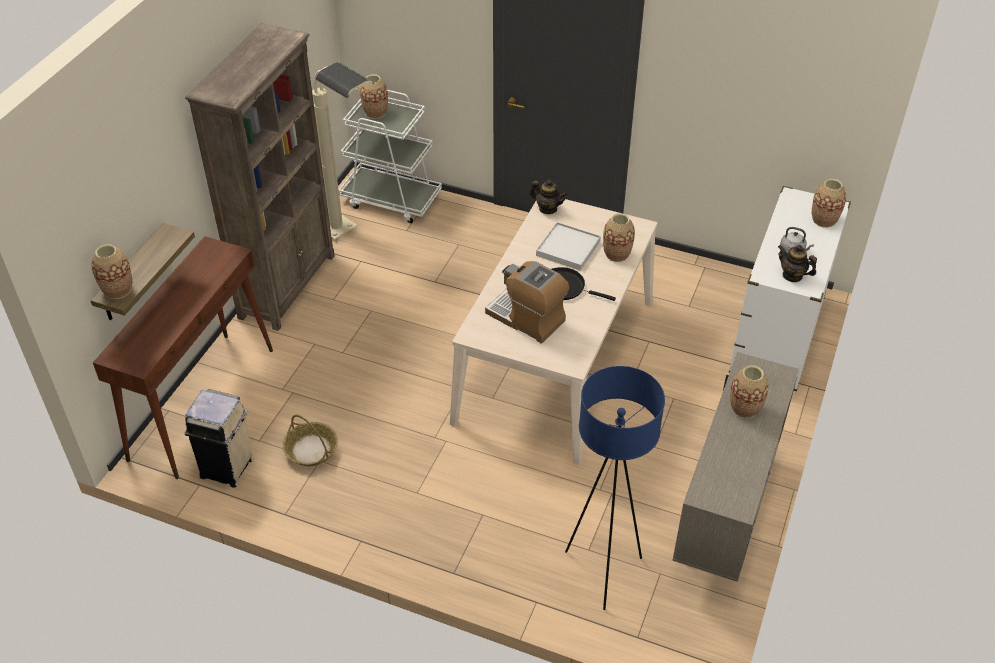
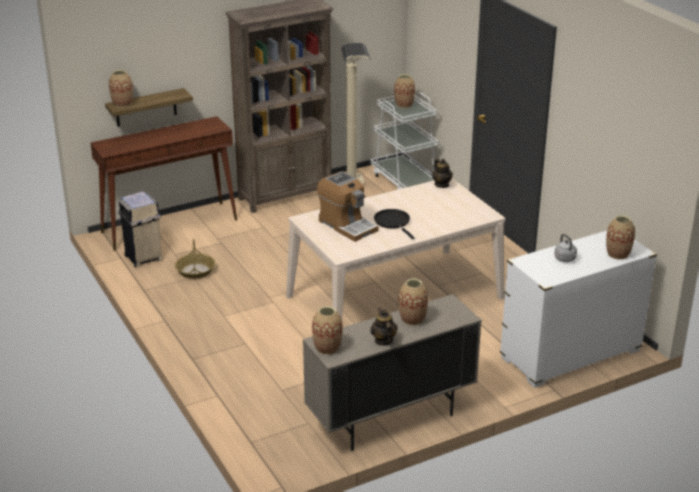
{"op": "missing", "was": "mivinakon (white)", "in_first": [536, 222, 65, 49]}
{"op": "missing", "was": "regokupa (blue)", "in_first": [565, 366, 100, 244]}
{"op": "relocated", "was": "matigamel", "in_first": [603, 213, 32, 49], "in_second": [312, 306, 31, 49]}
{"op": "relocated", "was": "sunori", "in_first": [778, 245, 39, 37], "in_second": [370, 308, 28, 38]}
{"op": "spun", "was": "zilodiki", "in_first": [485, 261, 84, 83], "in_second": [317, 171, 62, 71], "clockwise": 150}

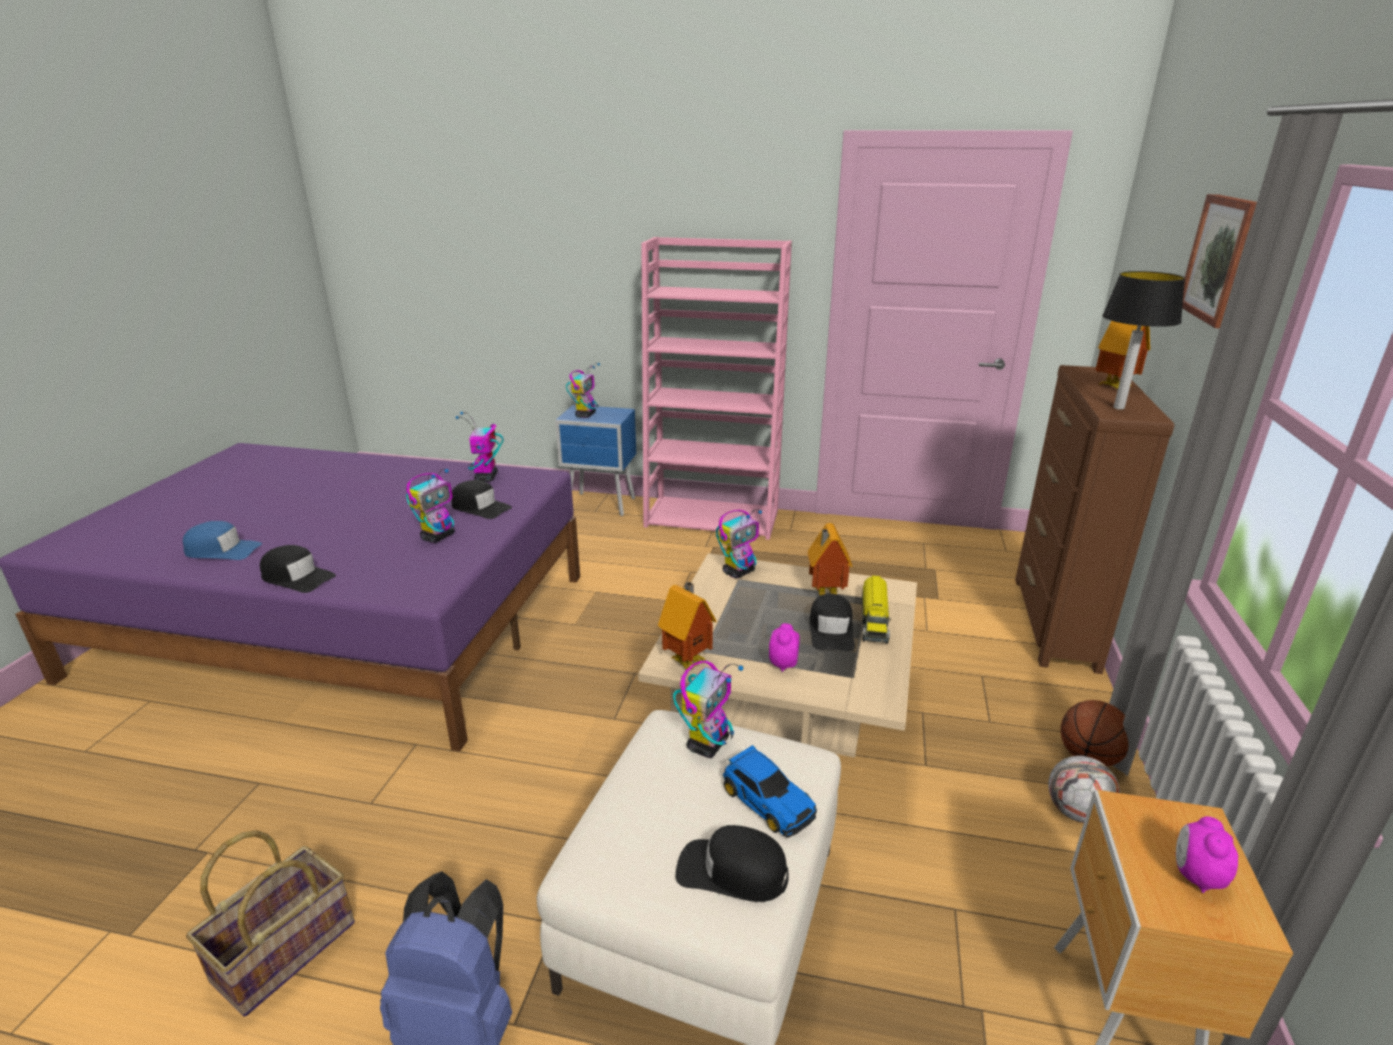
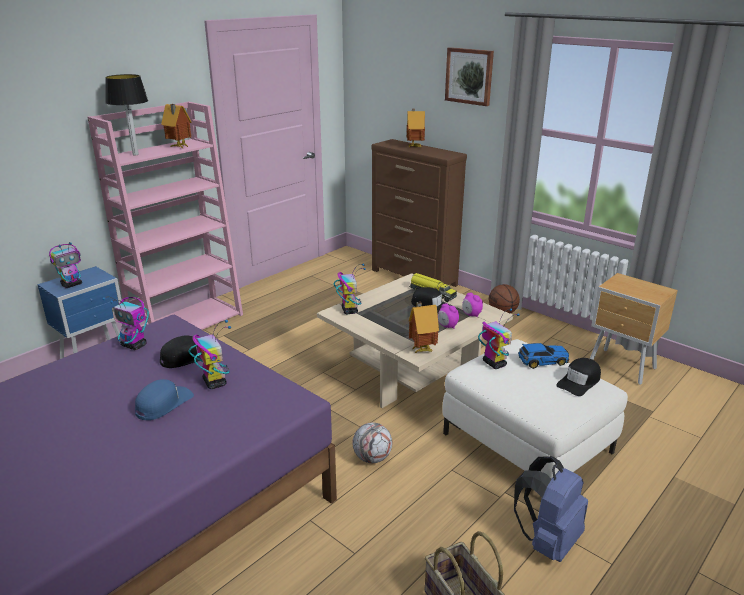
{"op": "missing", "was": "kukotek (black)", "in_first": [260, 545, 76, 48]}
{"op": "relocated", "was": "kukotek (blue)", "in_first": [183, 521, 79, 39], "in_second": [135, 379, 59, 41]}
{"op": "relocated", "was": "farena", "in_first": [808, 523, 45, 72], "in_second": [161, 104, 31, 44]}
{"op": "relocated", "was": "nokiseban", "in_first": [1048, 756, 72, 67], "in_second": [352, 422, 40, 41]}
{"op": "relocated", "was": "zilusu", "in_first": [1102, 271, 83, 139], "in_second": [105, 74, 43, 82]}
{"op": "relocated", "was": "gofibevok", "in_first": [1176, 816, 62, 77], "in_second": [462, 293, 21, 24]}
{"op": "spun", "was": "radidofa", "in_first": [566, 363, 34, 55], "in_second": [49, 243, 33, 45], "clockwise": 90}

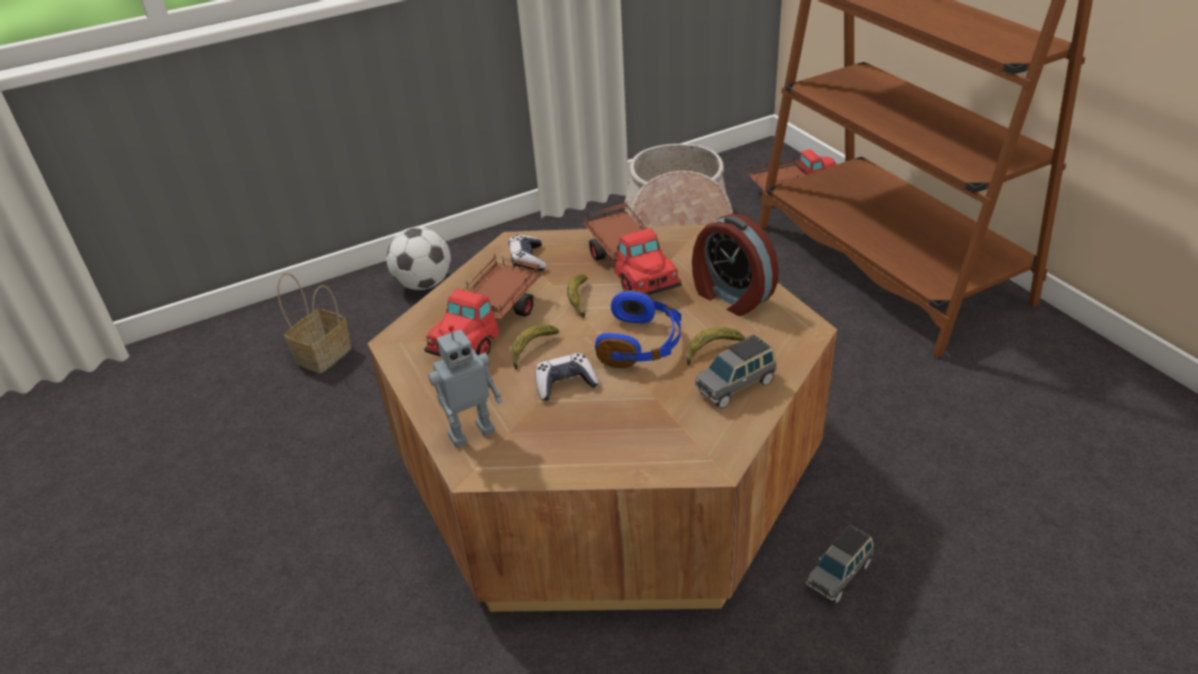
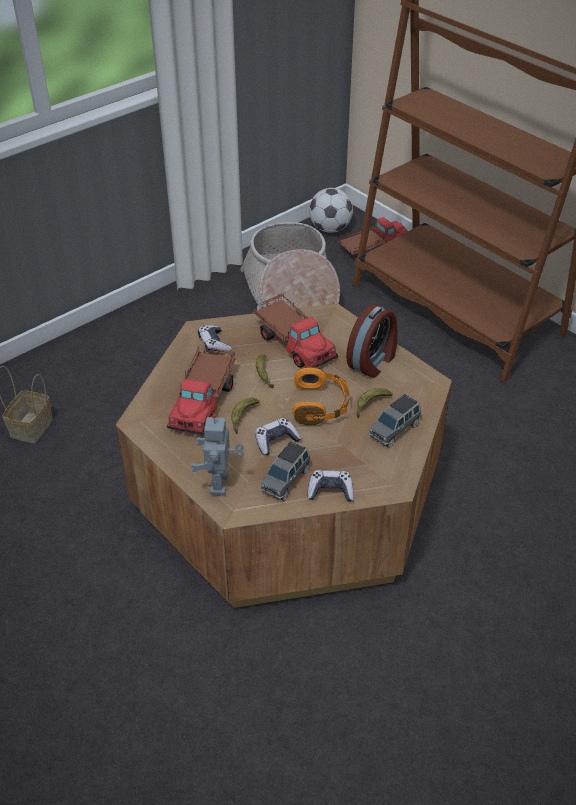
{"op": "appeared", "now": "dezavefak", "in_second": [308, 470, 46, 32]}
{"op": "relocated", "was": "nokiseban", "in_first": [386, 227, 65, 63], "in_second": [309, 188, 44, 45]}
{"op": "relocated", "was": "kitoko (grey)", "in_first": [806, 525, 68, 78], "in_second": [260, 441, 50, 60]}
{"op": "colour", "was": "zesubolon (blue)", "now": "zesubolon (orange)", "in_first": [595, 290, 86, 78], "in_second": [292, 366, 58, 59]}
{"op": "spun", "was": "radidofa", "in_first": [428, 325, 75, 123], "in_second": [191, 414, 53, 82], "clockwise": 135}
{"op": "spun", "was": "gofibevok", "in_first": [692, 214, 87, 102], "in_second": [346, 304, 52, 74], "clockwise": -90}

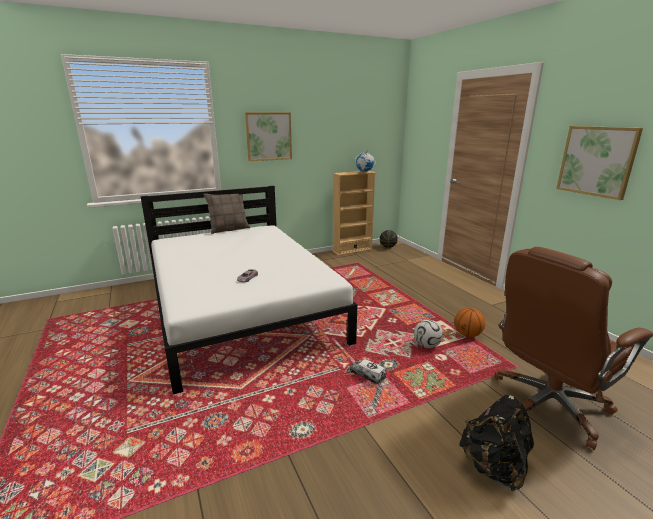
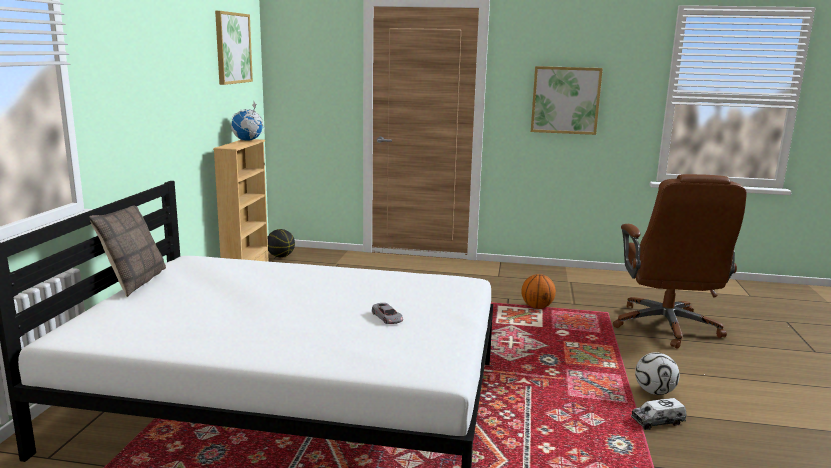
{"op": "missing", "was": "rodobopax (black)", "in_first": [459, 395, 75, 96]}
{"op": "relocated", "was": "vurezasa", "in_first": [245, 112, 47, 49], "in_second": [215, 11, 38, 74]}
{"op": "relocated", "was": "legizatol", "in_first": [350, 359, 36, 26], "in_second": [631, 398, 55, 32]}
{"op": "relocated", "was": "nokiseban", "in_first": [414, 319, 29, 29], "in_second": [635, 352, 45, 43]}

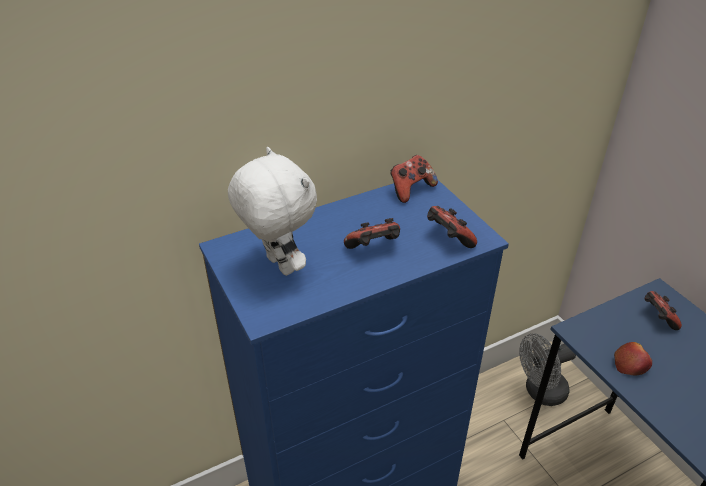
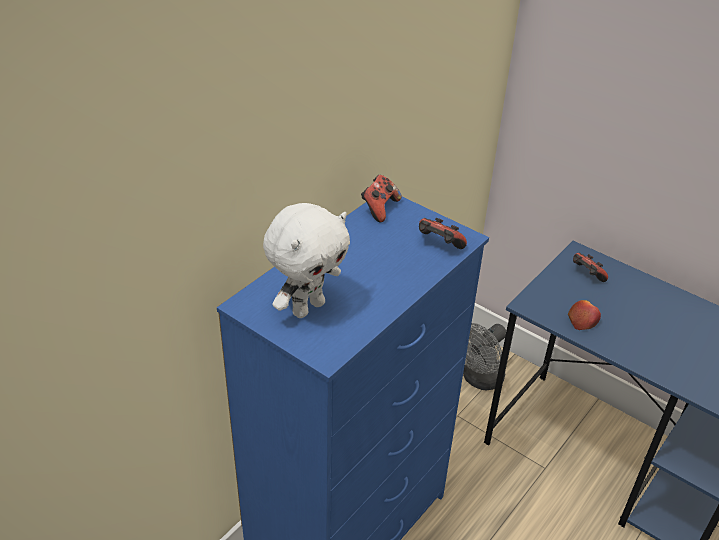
{"op": "missing", "was": "dezavefak", "in_first": [344, 218, 56, 31]}
{"op": "spun", "was": "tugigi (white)", "in_first": [228, 147, 89, 129], "in_second": [263, 203, 87, 115], "clockwise": 105}

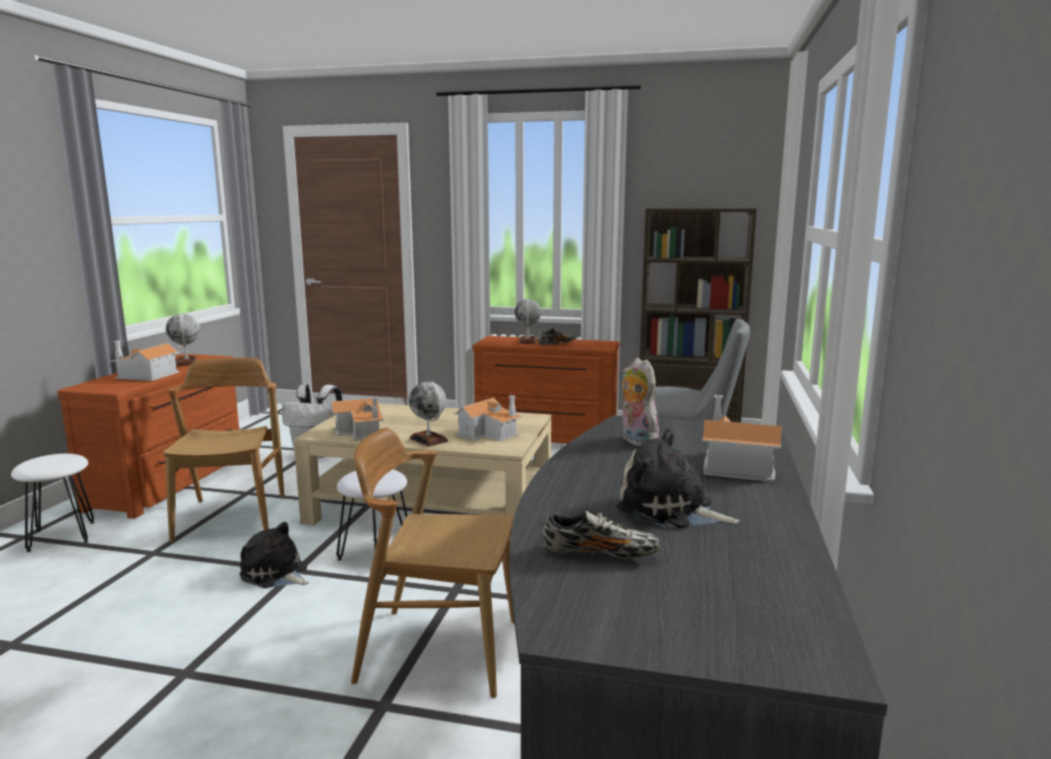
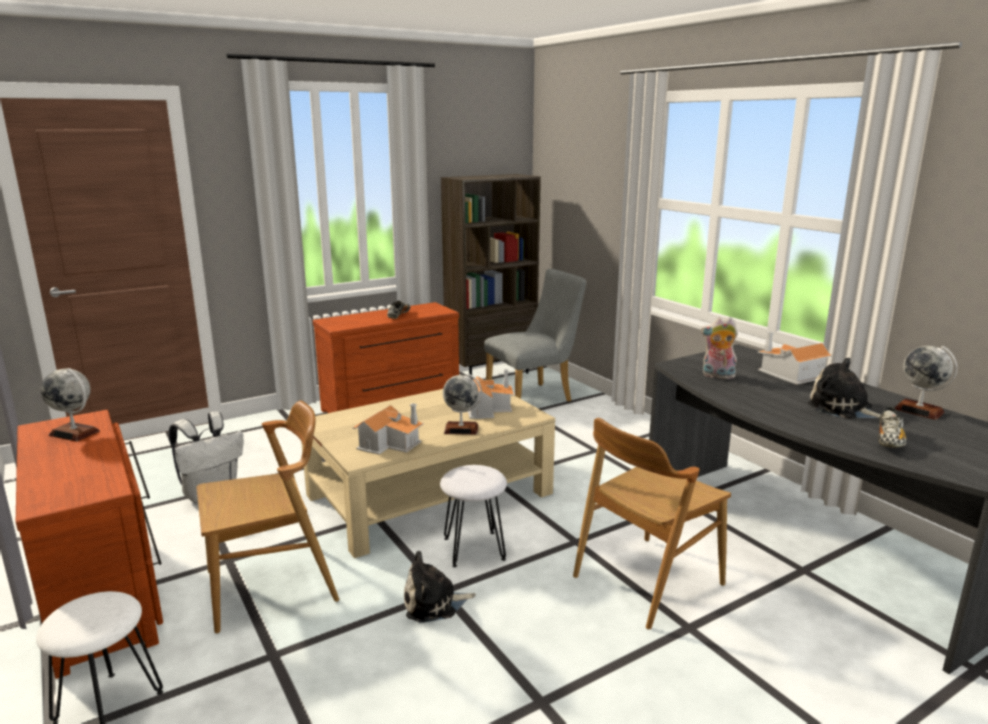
{"op": "missing", "was": "farena", "in_first": [110, 340, 70, 41]}
{"op": "relocated", "was": "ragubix", "in_first": [515, 298, 26, 46], "in_second": [894, 346, 63, 74]}
{"op": "spun", "was": "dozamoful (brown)", "in_first": [163, 358, 121, 184], "in_second": [196, 401, 143, 233], "clockwise": 120}
{"op": "spun", "was": "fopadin", "in_first": [543, 511, 118, 47], "in_second": [878, 406, 29, 42], "clockwise": 150}
{"op": "spun", "was": "tugigi", "in_first": [616, 429, 124, 100], "in_second": [807, 358, 74, 61], "clockwise": 60}

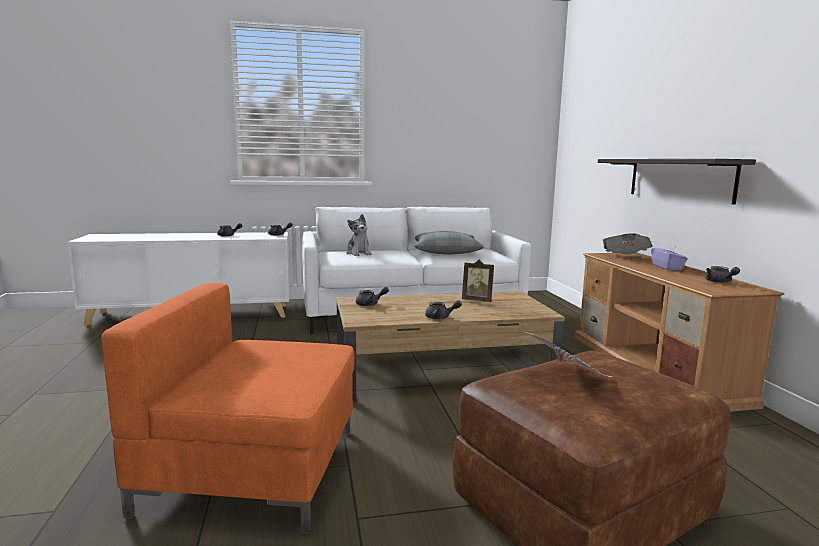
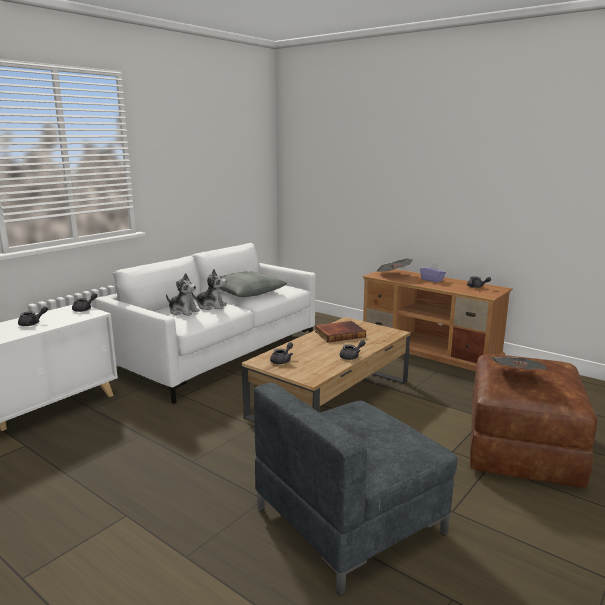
{"op": "missing", "was": "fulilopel", "in_first": [598, 159, 158, 46]}
{"op": "appeared", "now": "tugigi", "in_second": [191, 269, 36, 41]}
{"op": "exchanged", "was": "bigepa", "now": "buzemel", "in_first": [462, 260, 32, 42], "in_second": [315, 321, 51, 21]}
{"op": "colour", "was": "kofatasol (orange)", "now": "kofatasol (grey)", "in_first": [101, 283, 254, 251], "in_second": [254, 383, 204, 213]}

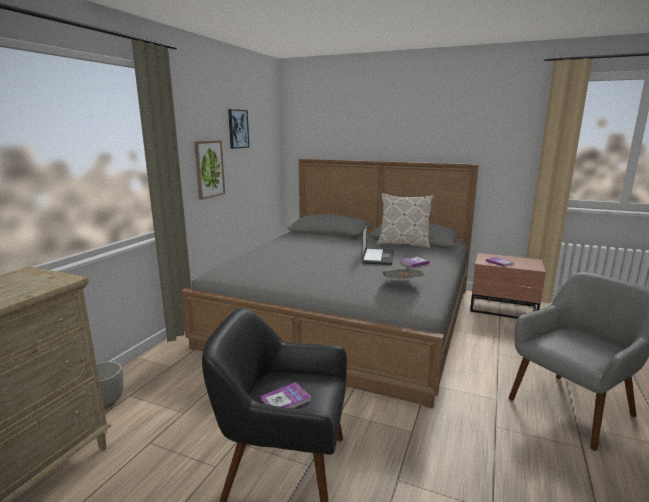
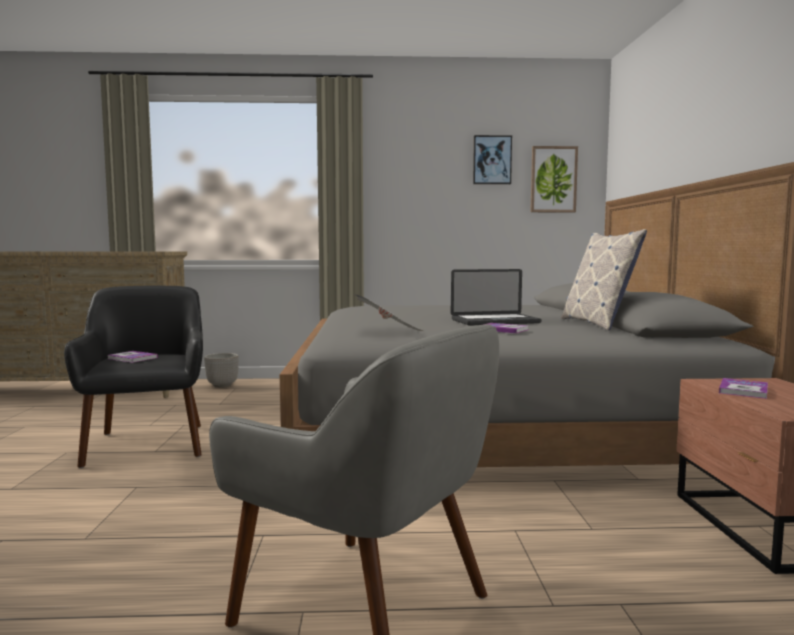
{"op": "relocated", "was": "vurezasa", "in_first": [194, 140, 31, 60], "in_second": [530, 146, 48, 66]}

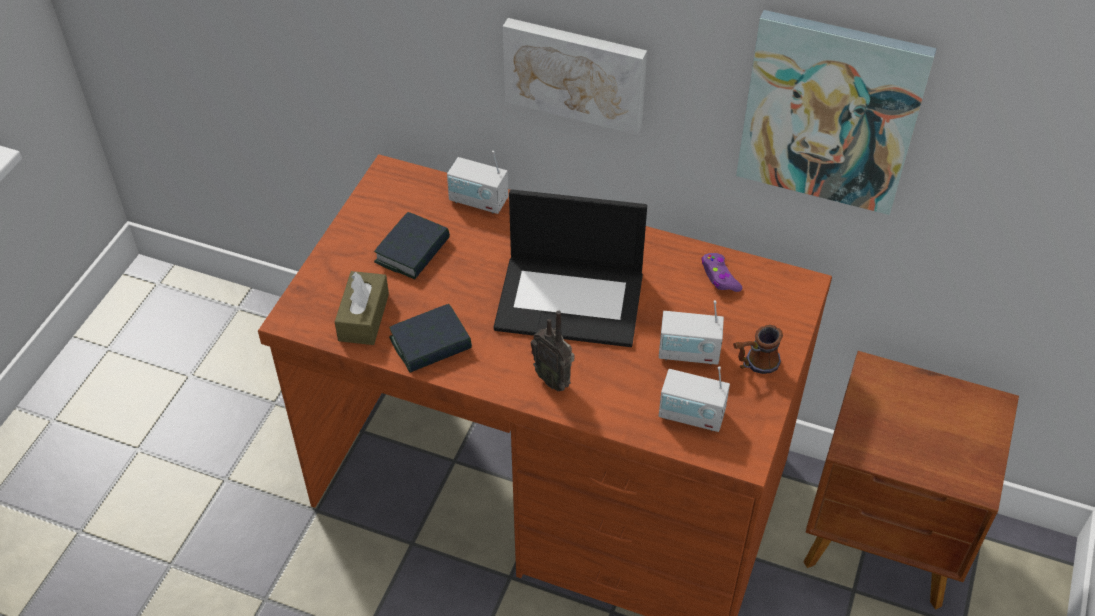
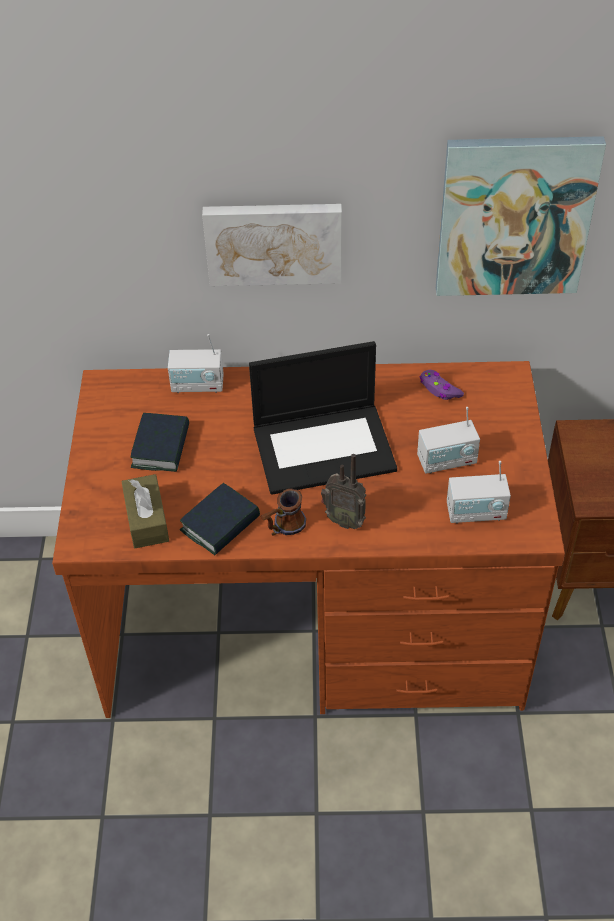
{"op": "relocated", "was": "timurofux", "in_first": [733, 325, 50, 49], "in_second": [261, 488, 45, 48]}

